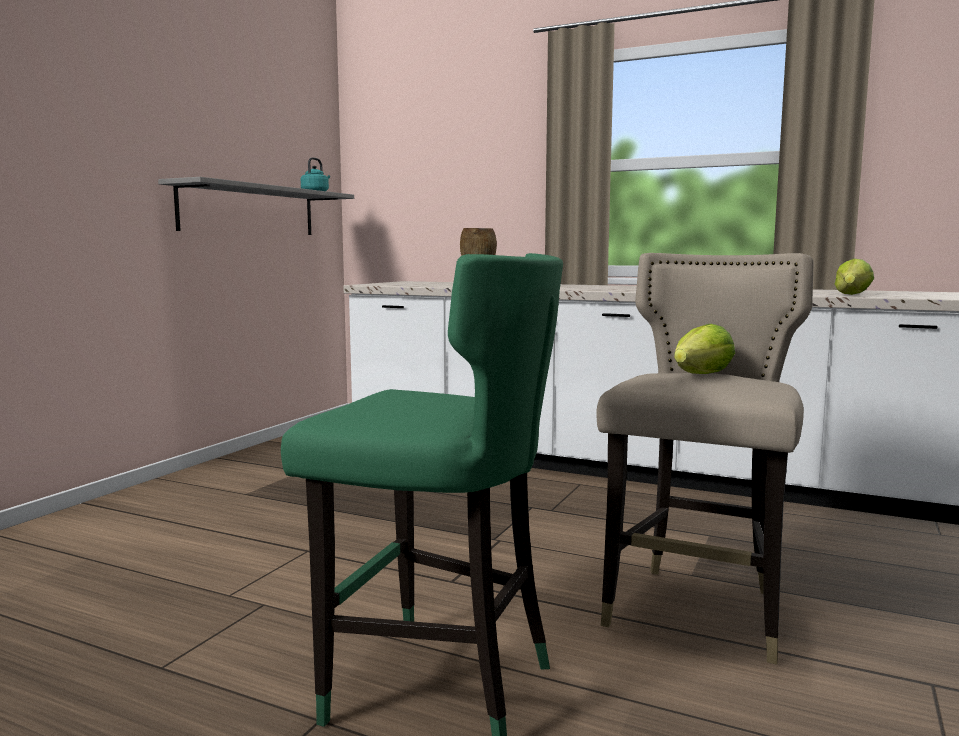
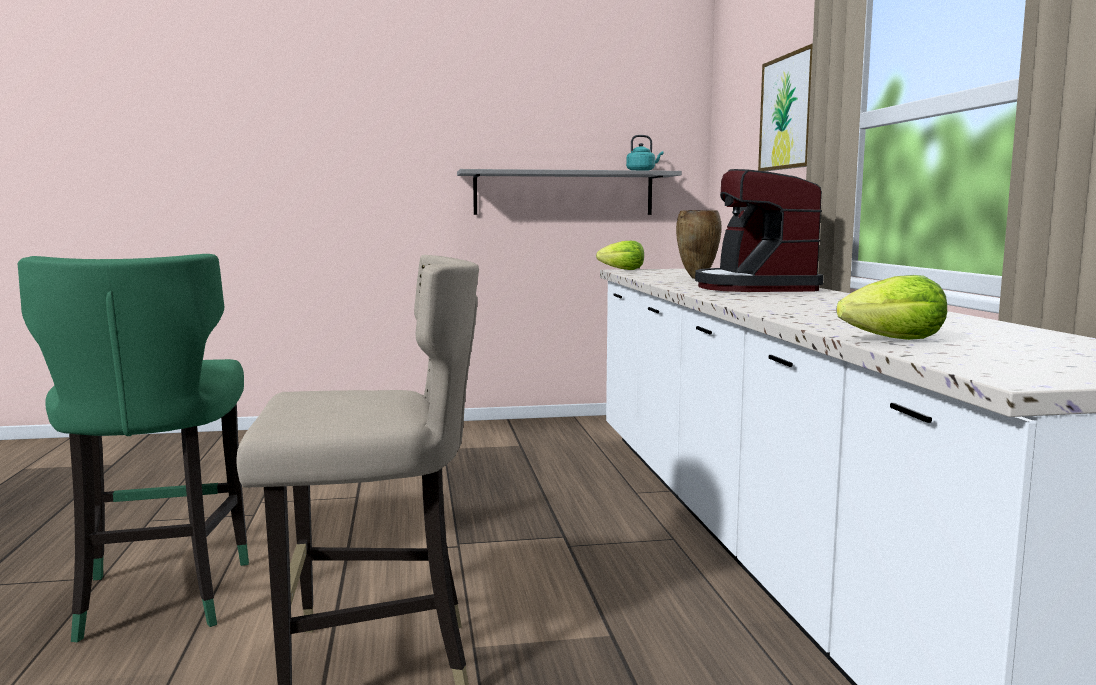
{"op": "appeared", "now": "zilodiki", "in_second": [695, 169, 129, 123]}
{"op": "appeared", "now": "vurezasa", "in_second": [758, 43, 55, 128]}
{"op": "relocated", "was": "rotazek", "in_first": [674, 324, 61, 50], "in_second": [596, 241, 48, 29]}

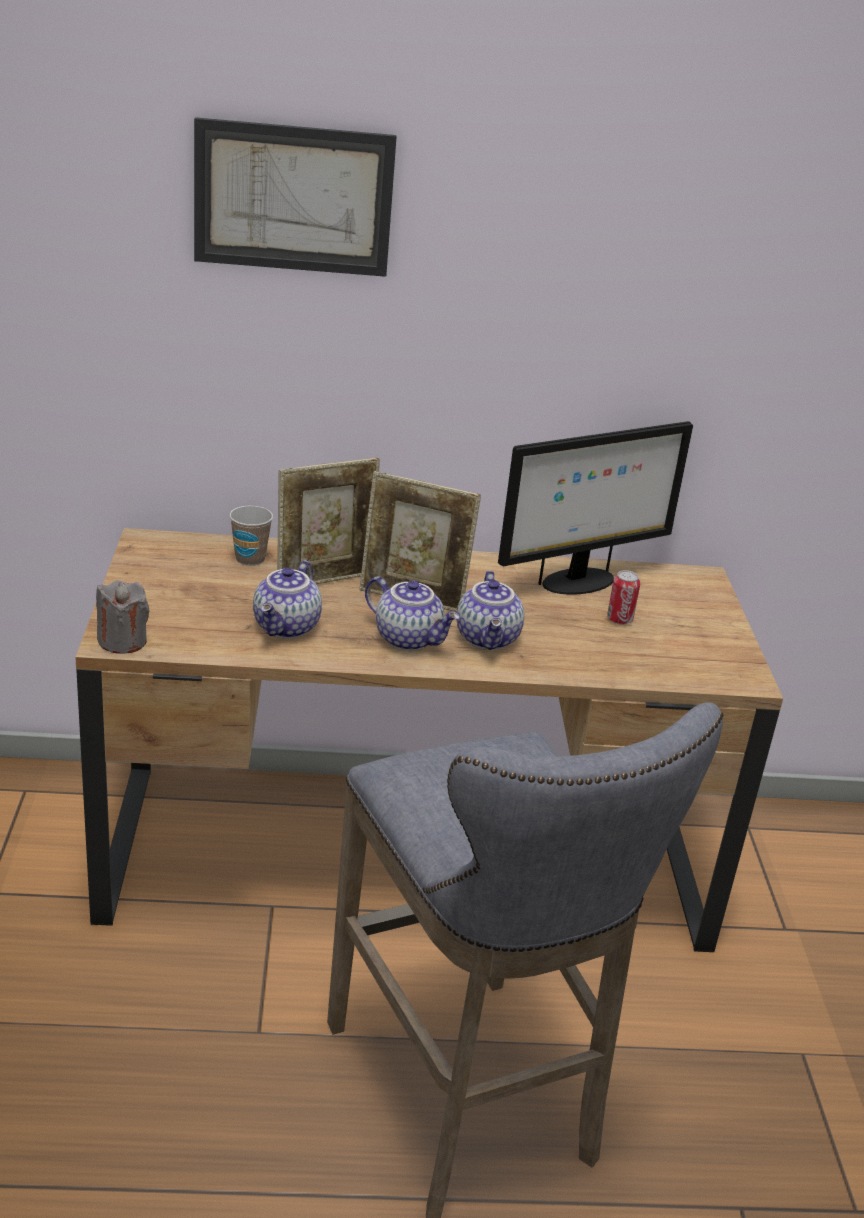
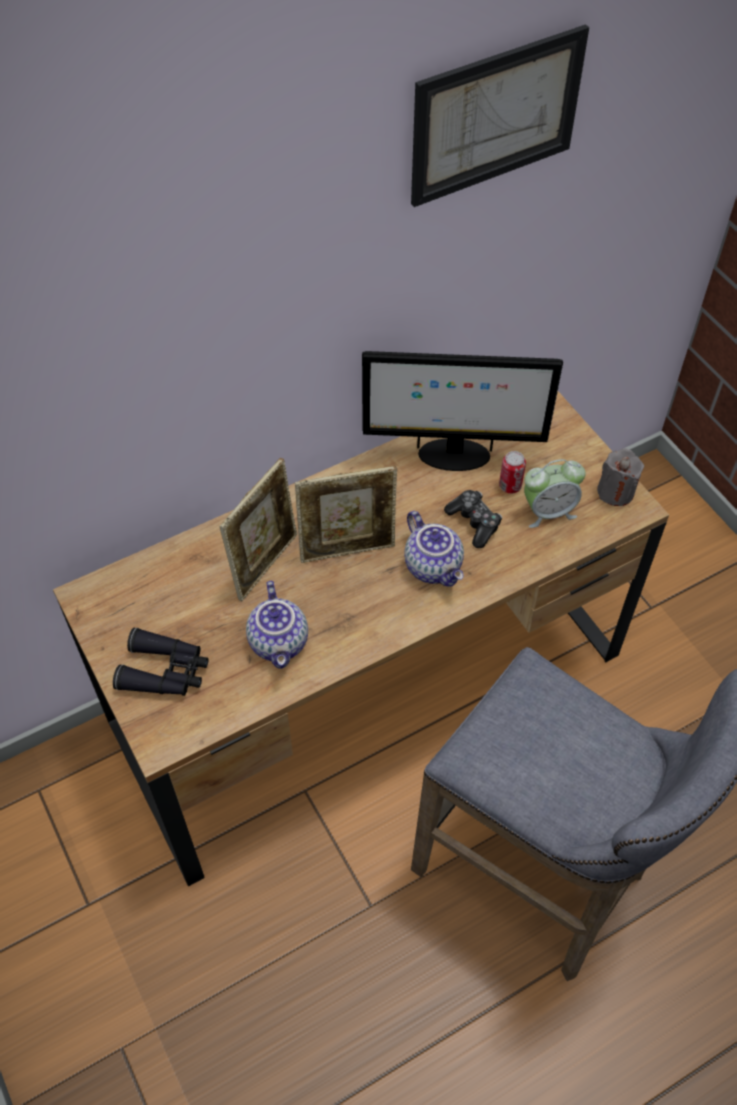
{"op": "missing", "was": "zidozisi", "in_first": [229, 506, 44, 60]}
{"op": "missing", "was": "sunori", "in_first": [365, 576, 95, 75]}
{"op": "appeared", "now": "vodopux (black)", "in_second": [113, 628, 95, 68]}
{"op": "appeared", "now": "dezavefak", "in_second": [444, 490, 58, 58]}
{"op": "appeared", "now": "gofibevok", "in_second": [524, 459, 62, 69]}
{"op": "relocated", "was": "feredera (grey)", "in_first": [96, 580, 54, 74], "in_second": [597, 449, 47, 57]}
{"op": "relocated", "was": "vurezasa", "in_first": [194, 117, 203, 160], "in_second": [411, 24, 178, 183]}
{"op": "spun", "was": "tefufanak", "in_first": [498, 421, 195, 174], "in_second": [362, 351, 201, 120], "clockwise": 60}

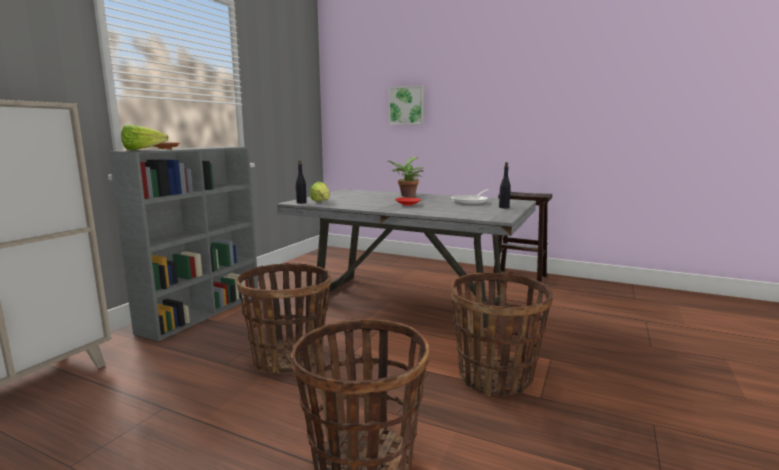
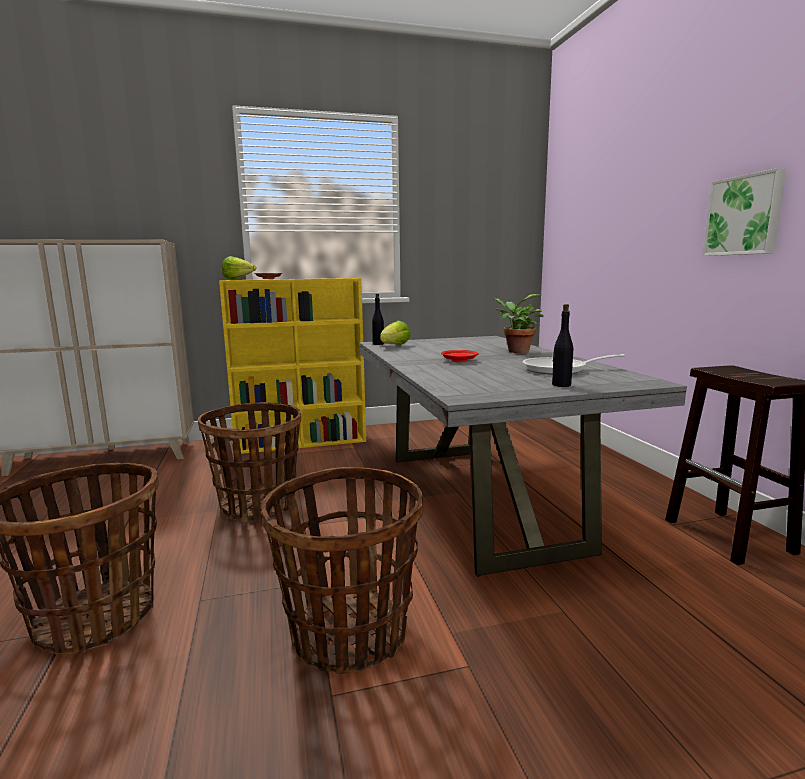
{"op": "relocated", "was": "vurezasa", "in_first": [389, 86, 35, 39], "in_second": [702, 168, 85, 88]}
{"op": "colour", "was": "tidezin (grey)", "now": "tidezin (yellow)", "in_first": [108, 147, 150, 194], "in_second": [219, 278, 147, 176]}

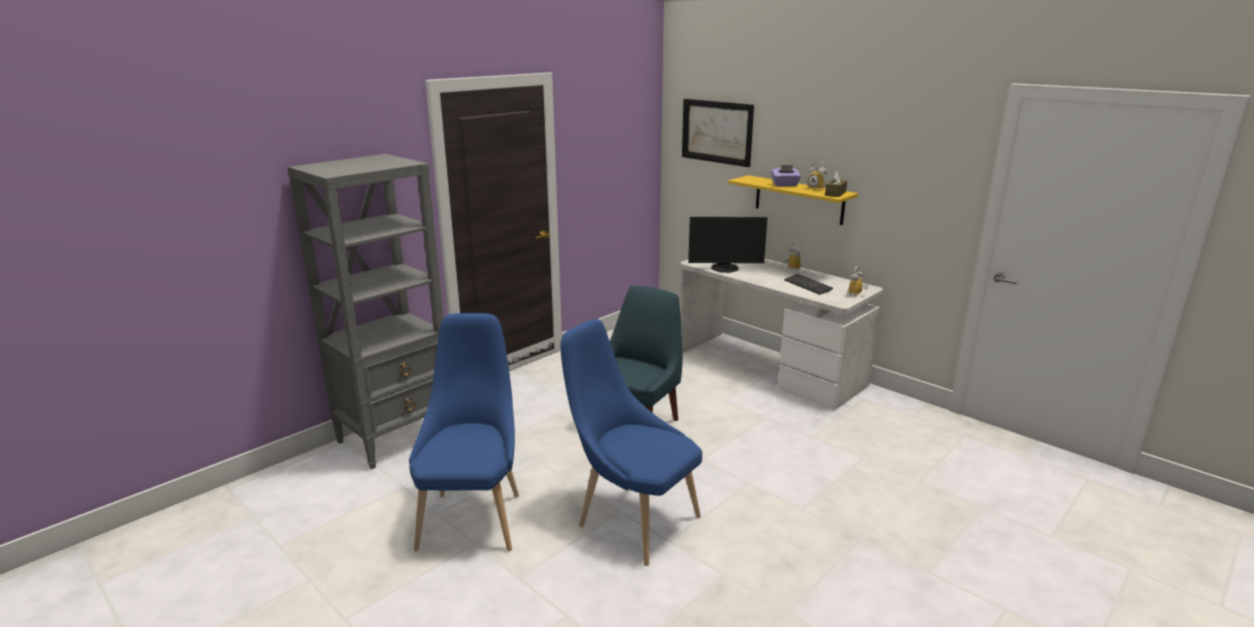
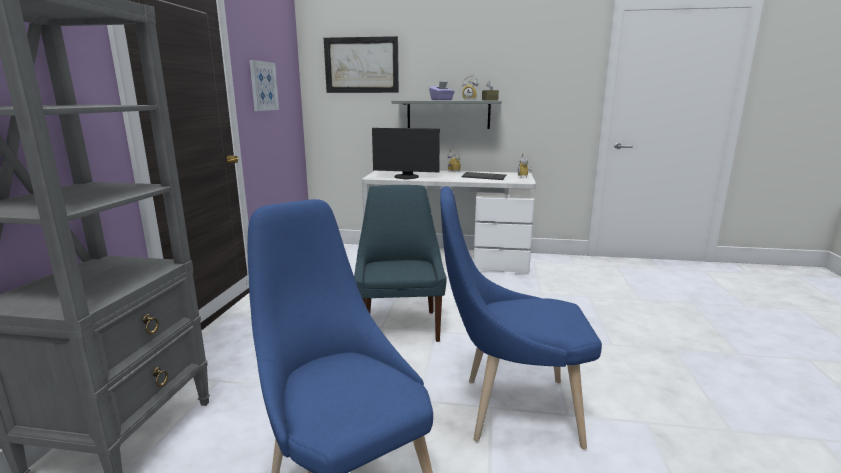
{"op": "appeared", "now": "vurezasa", "in_second": [250, 60, 29, 51]}
{"op": "colour", "was": "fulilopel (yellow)", "now": "fulilopel (grey)", "in_first": [728, 175, 131, 50], "in_second": [391, 100, 111, 29]}
{"op": "spun", "was": "tefufanak", "in_first": [688, 217, 79, 56], "in_second": [372, 128, 68, 51], "clockwise": 45}

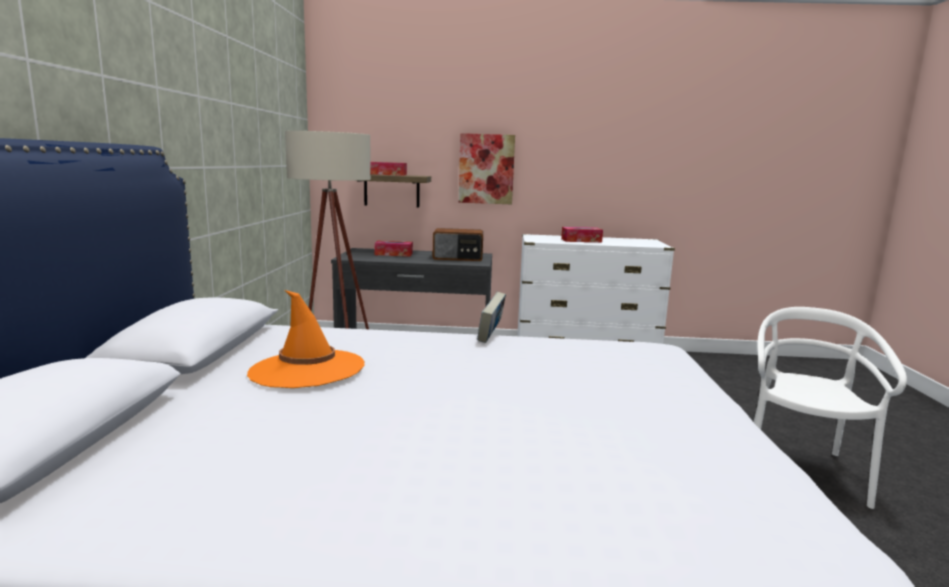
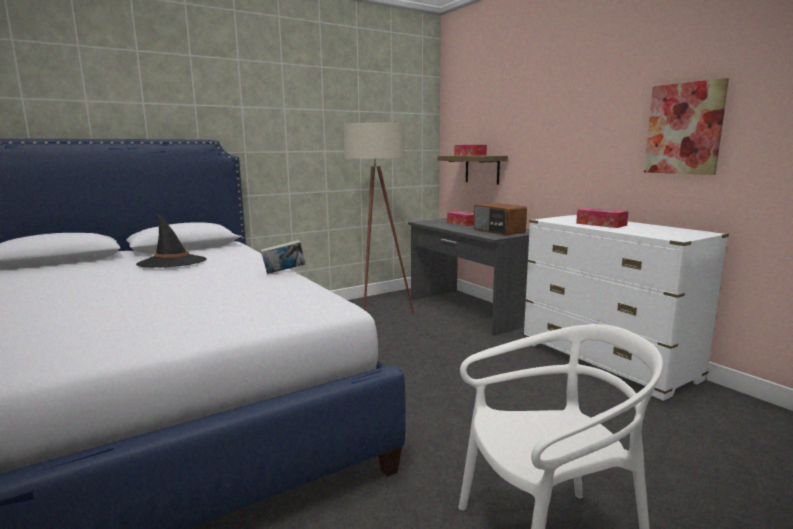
{"op": "relocated", "was": "vurezasa", "in_first": [459, 133, 56, 71], "in_second": [644, 78, 85, 97]}
{"op": "colour", "was": "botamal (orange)", "now": "botamal (black)", "in_first": [247, 290, 118, 98], "in_second": [136, 215, 71, 53]}

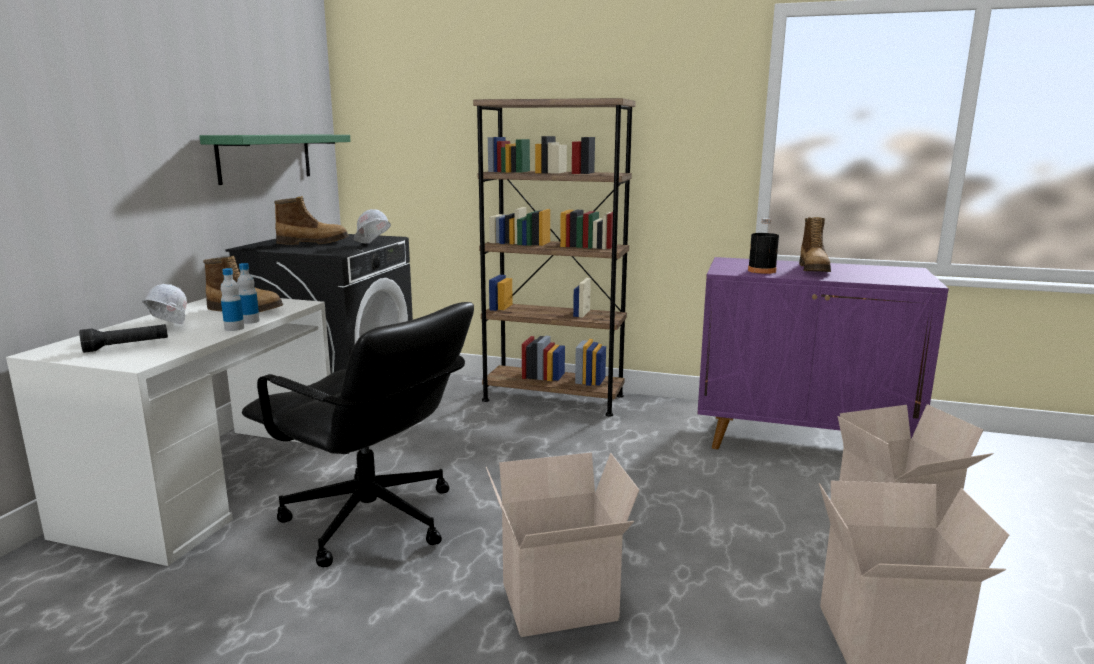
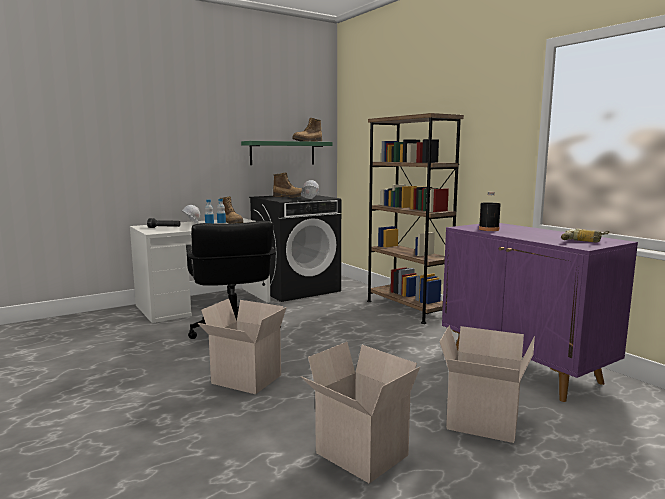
{"op": "appeared", "now": "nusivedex", "in_second": [561, 229, 48, 13]}
{"op": "relocated", "was": "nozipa", "in_first": [799, 217, 32, 55], "in_second": [292, 118, 30, 24]}

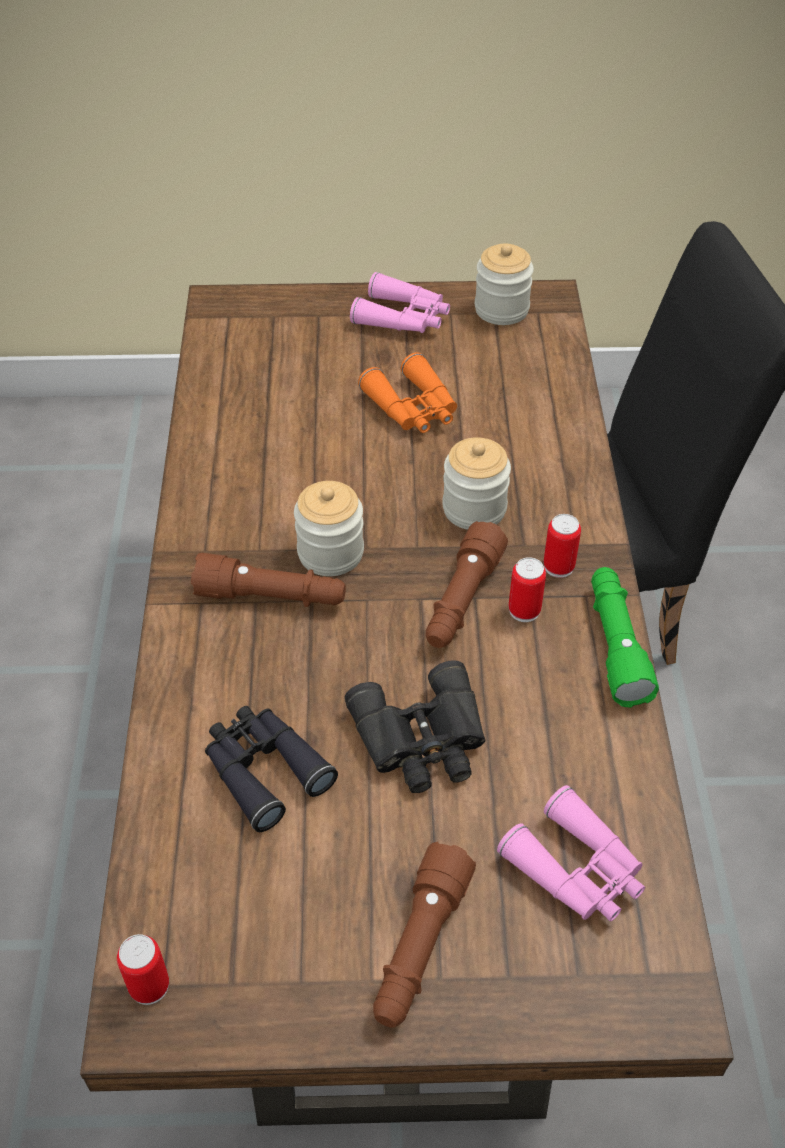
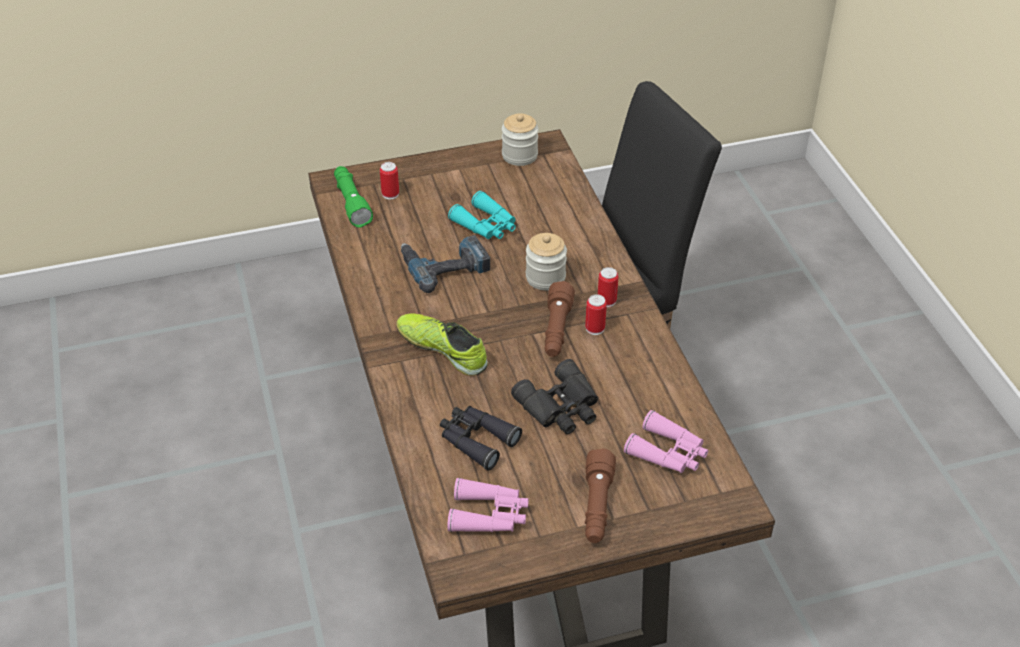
{"op": "missing", "was": "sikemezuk", "in_first": [294, 481, 70, 95]}
{"op": "appeared", "now": "nusivedex", "in_second": [401, 235, 89, 58]}
{"op": "relocated", "was": "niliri", "in_first": [117, 934, 52, 71], "in_second": [380, 162, 19, 37]}
{"op": "relocated", "was": "vodopux (pink)", "in_first": [350, 272, 100, 61], "in_second": [447, 478, 82, 54]}
{"op": "relocated", "was": "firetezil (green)", "in_first": [591, 567, 68, 140], "in_second": [334, 166, 39, 62]}
{"op": "exchanged", "was": "firetezil (brown)", "now": "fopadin", "in_first": [191, 553, 155, 54], "in_second": [396, 313, 92, 63]}
{"op": "colour", "was": "vodopux (orange)", "now": "vodopux (turquoise)", "in_first": [358, 352, 99, 81], "in_second": [448, 191, 68, 48]}

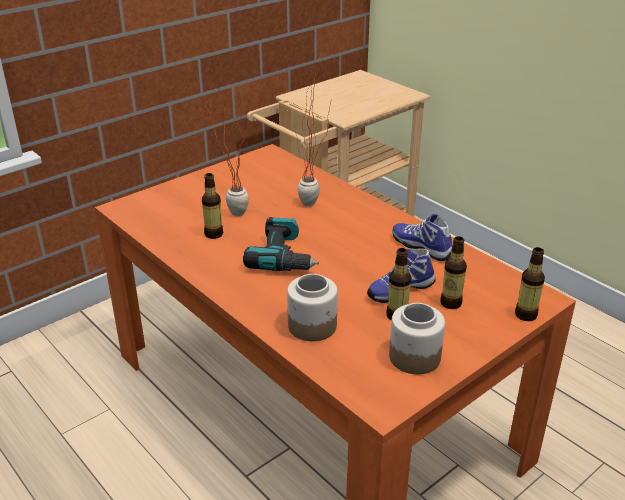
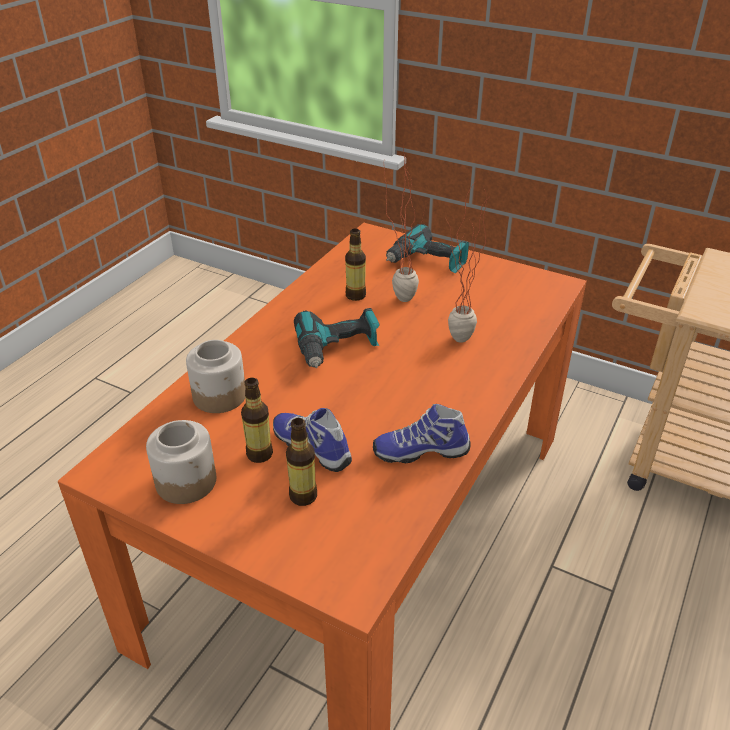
{"op": "missing", "was": "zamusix", "in_first": [515, 247, 30, 74]}
{"op": "appeared", "now": "nusivedex", "in_second": [386, 224, 83, 49]}
{"op": "spun", "was": "fopadin", "in_first": [392, 214, 61, 47], "in_second": [373, 404, 98, 59], "clockwise": -120}

